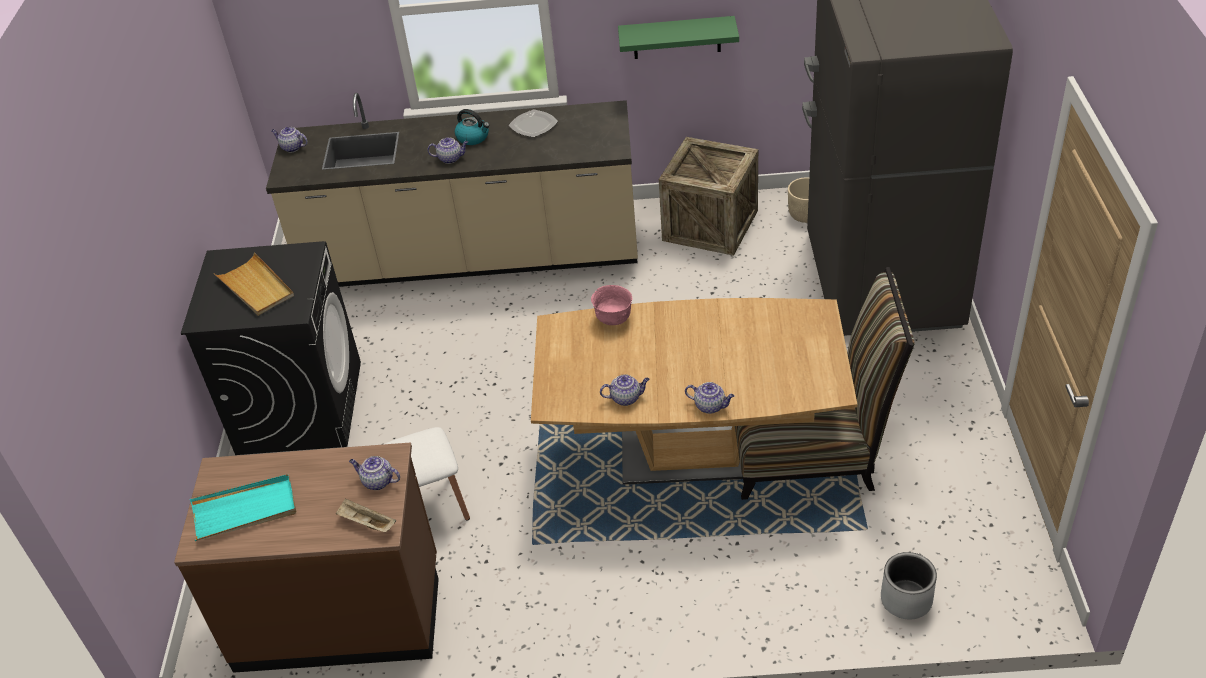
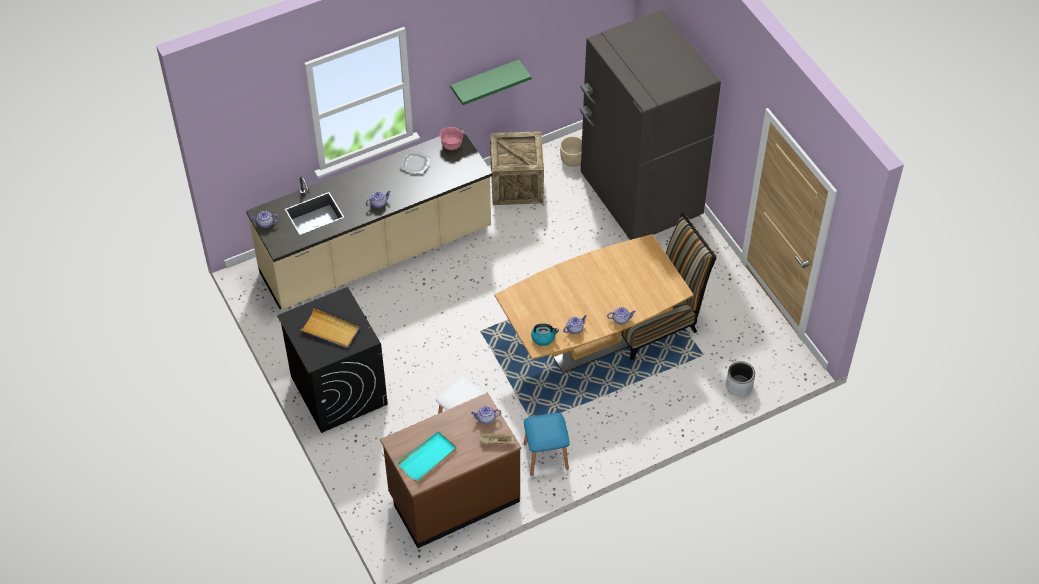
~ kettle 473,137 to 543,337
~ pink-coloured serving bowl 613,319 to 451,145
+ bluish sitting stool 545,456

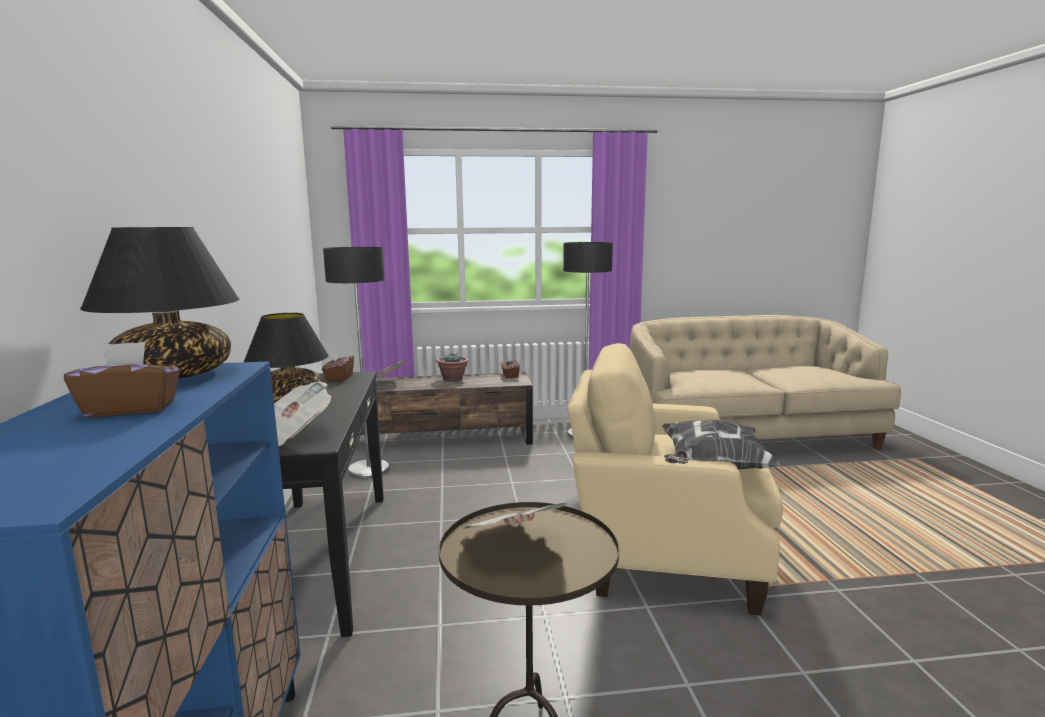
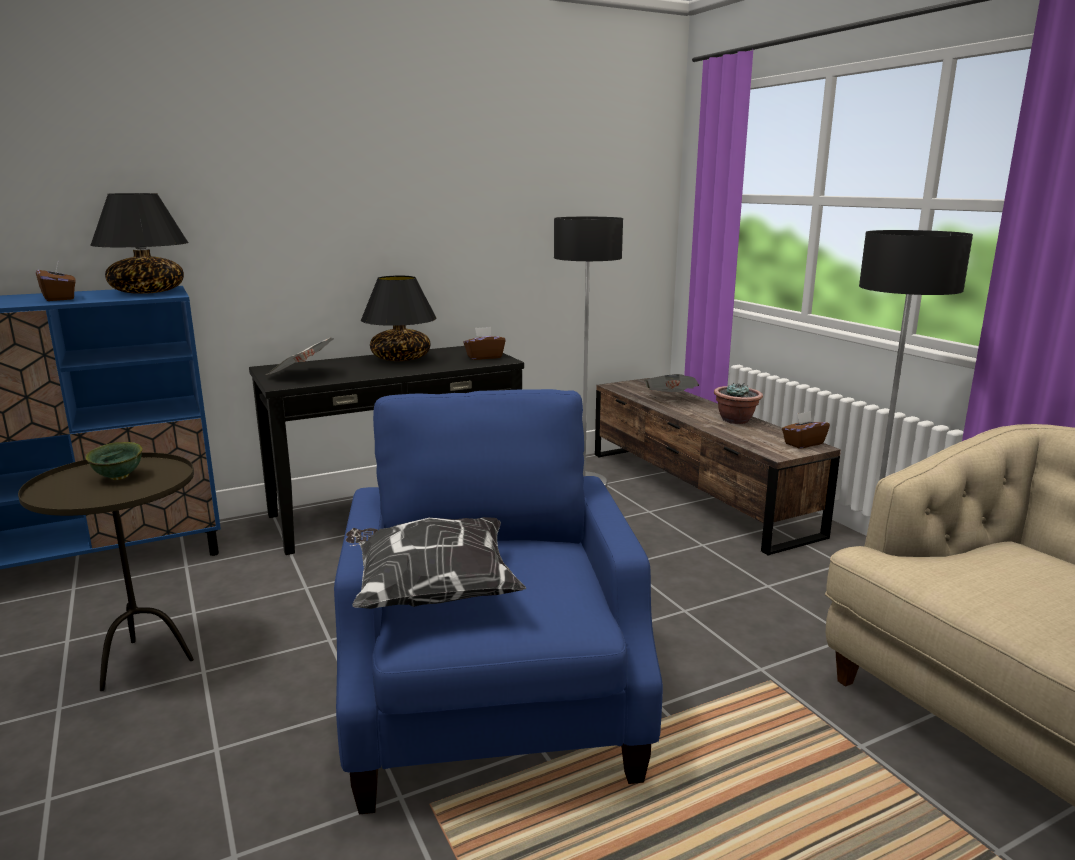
~ printed paper 513,543 to greenish serving bowl 120,477
~ sand-coloured lounge chair 665,554 to bluish lounge chair 493,711

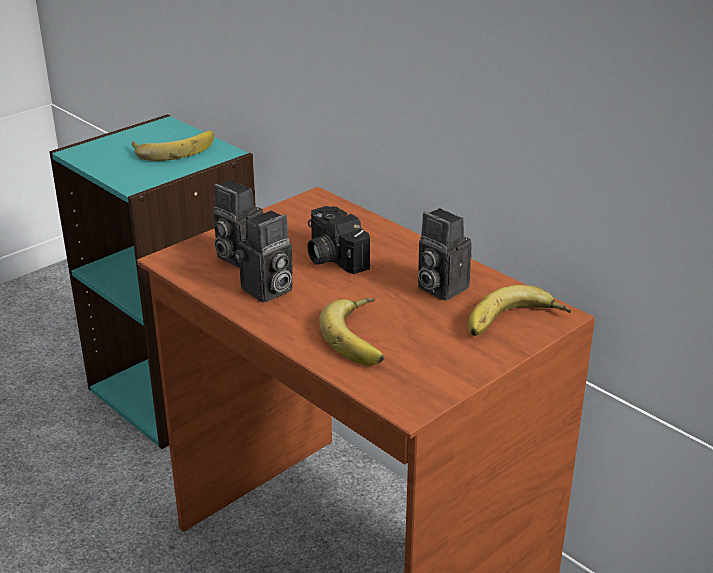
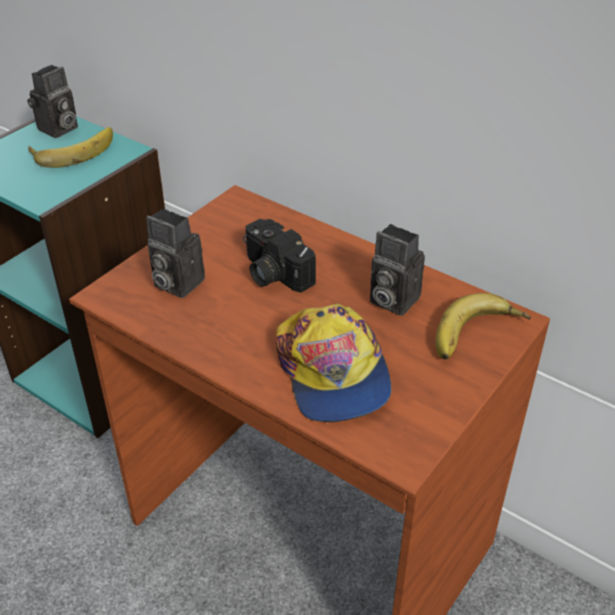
~ photo camera 267,291 to 58,130
~ banana fruit 363,337 to cap 332,373

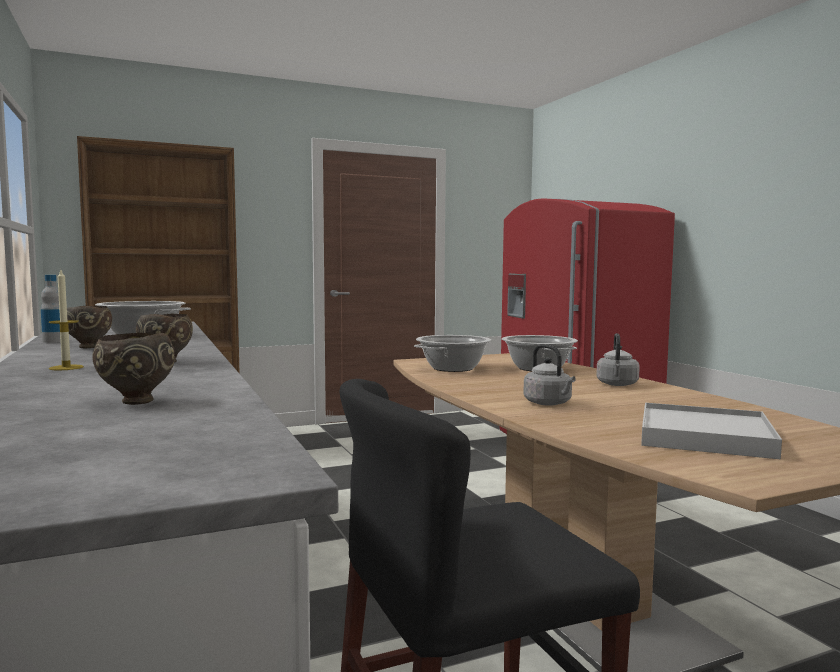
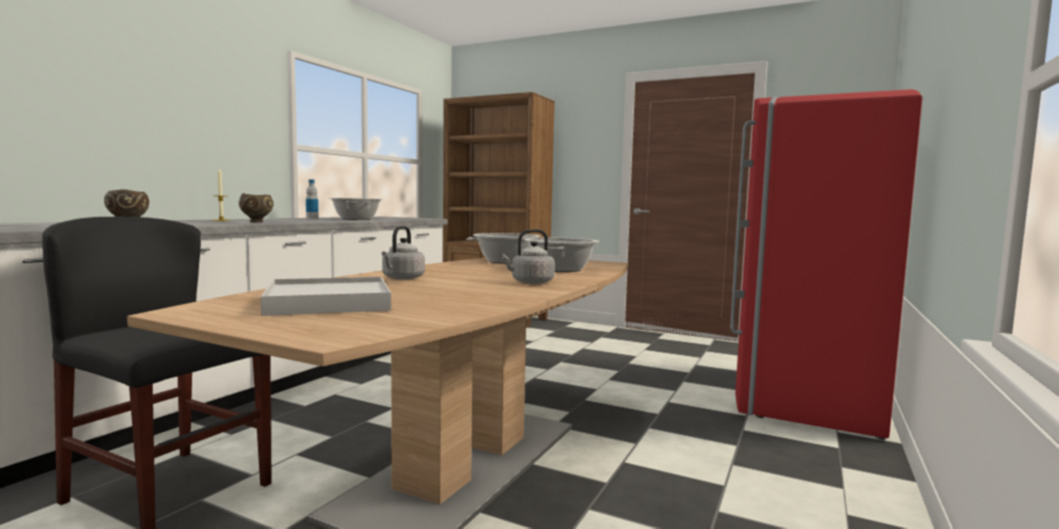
- brownish serving bowl 88,347

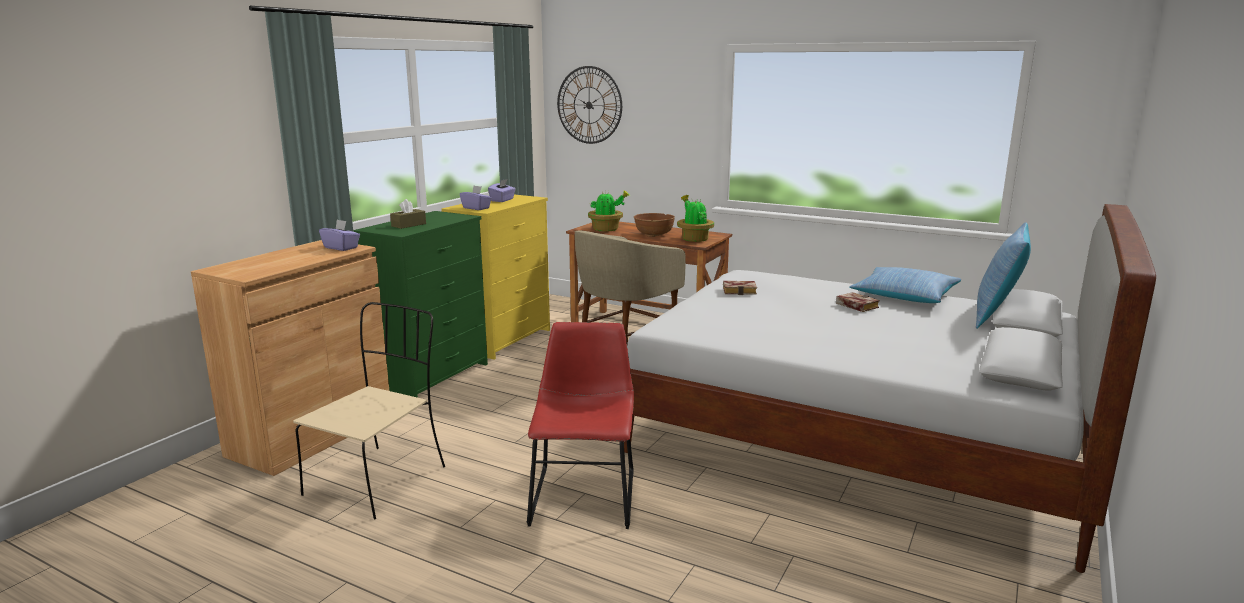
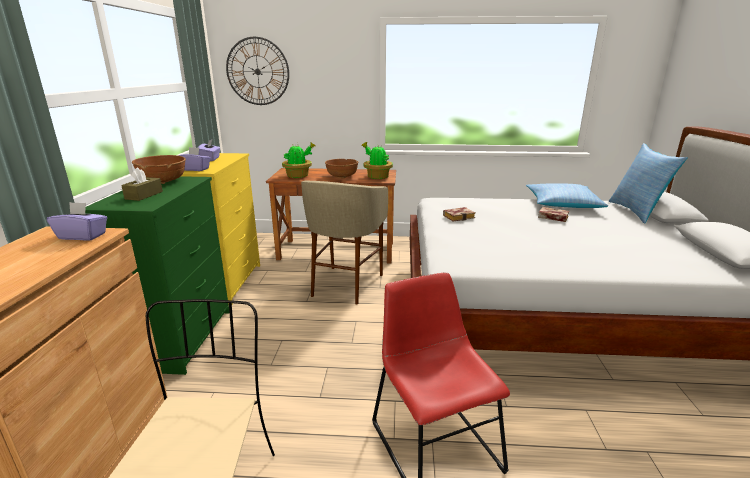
+ brownish serving bowl 163,181

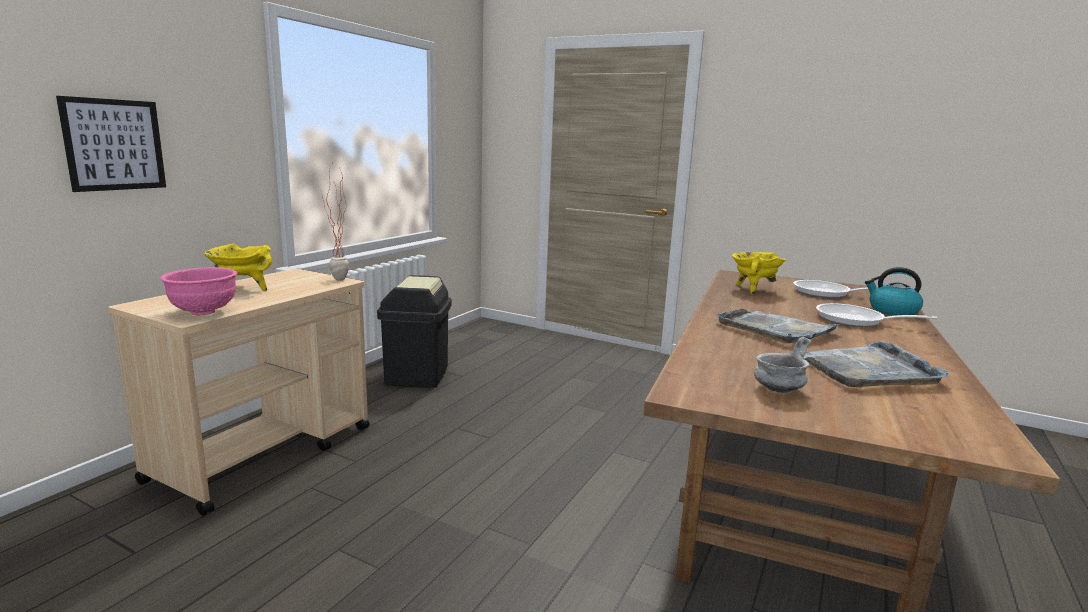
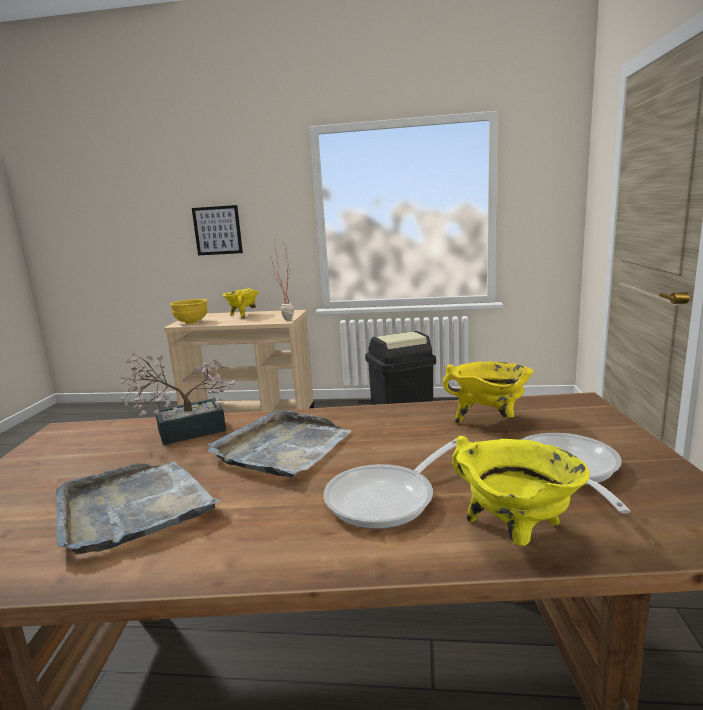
~ pink-coloured serving bowl 203,312 to yellow-coloured serving bowl 192,323
- gray serving bowl 778,389
~ skillet 856,320 = 388,498 135 degrees counterclockwise
~ kettle 892,311 to yellow-coloured saucepot 516,535
+ plant in a pot 183,432

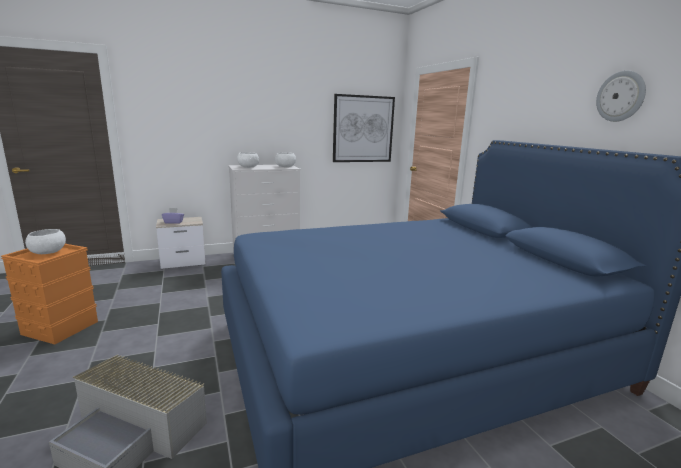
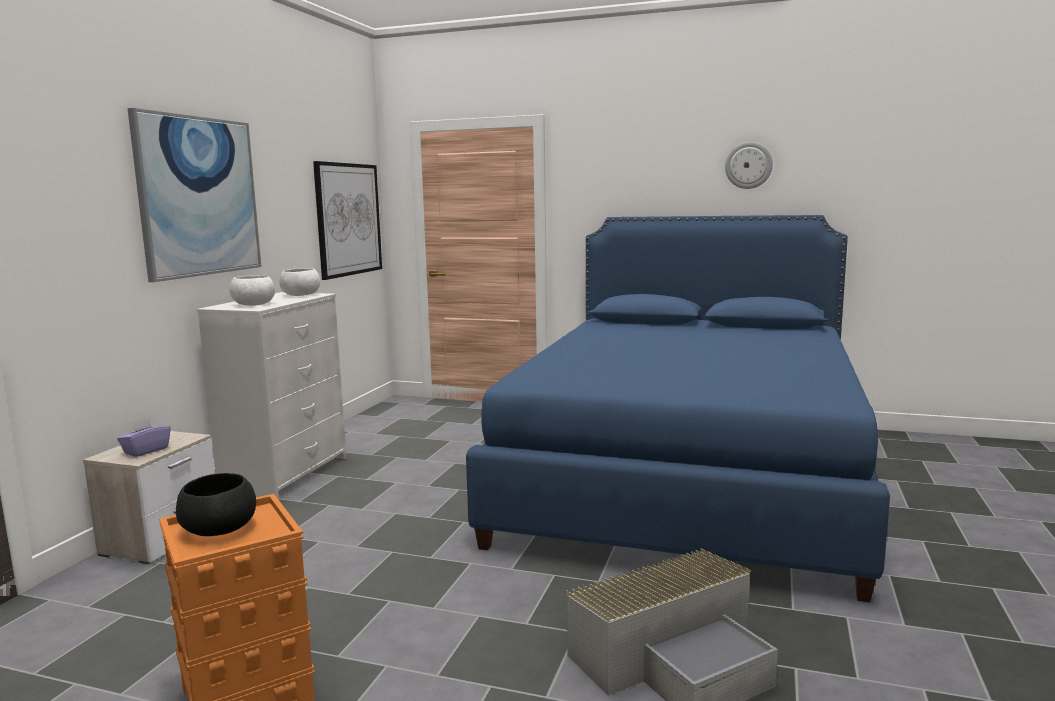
~ white-coloured serving bowl 48,252 to black serving bowl 218,529
+ wall picture 199,196

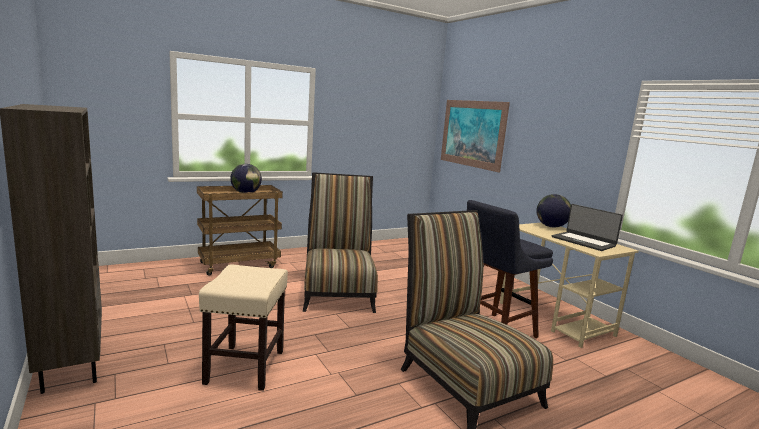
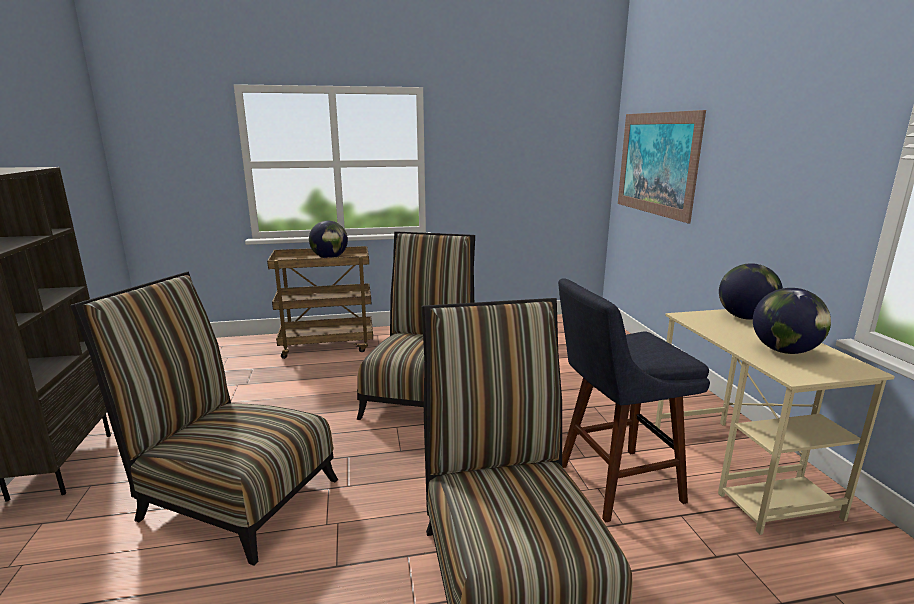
~ sand-coloured sitting stool 245,366 to plain chair 232,495
~ portable computer 583,241 to desk globe 784,351

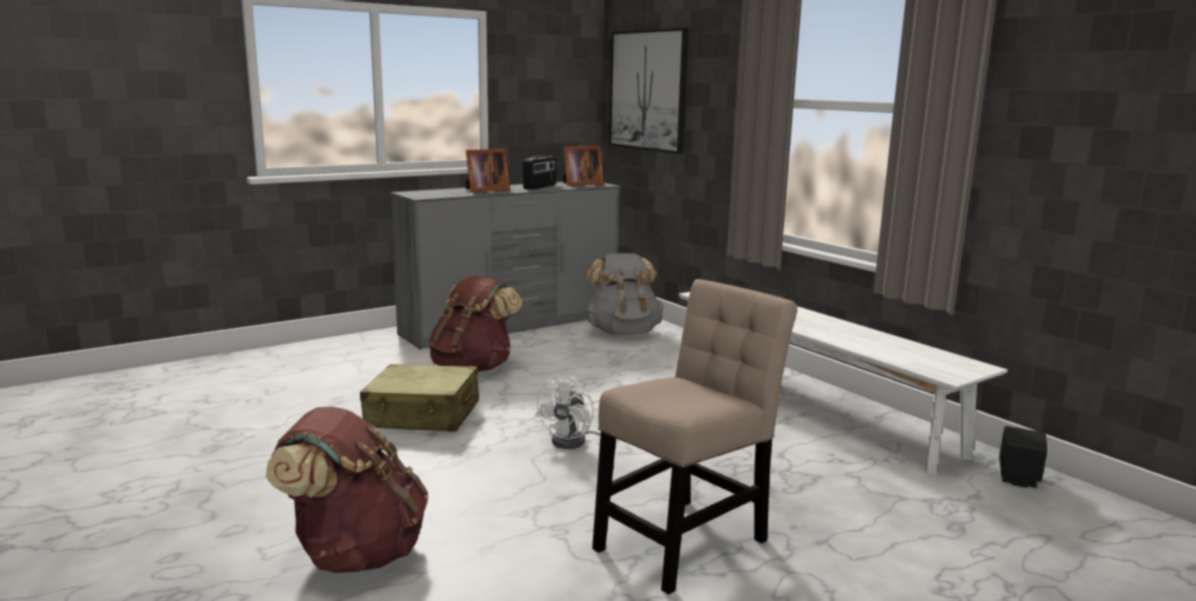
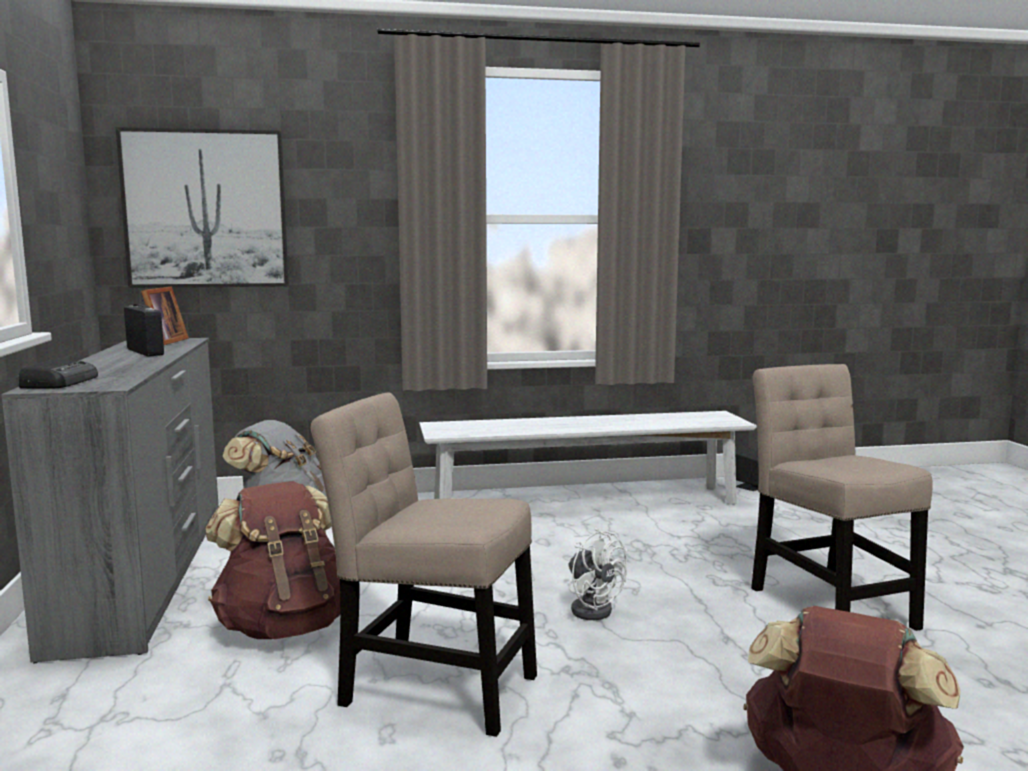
~ sand-coloured suitcase 423,415 to sand-coloured plain chair 431,686
- standing frame 485,190
+ radio 60,382

